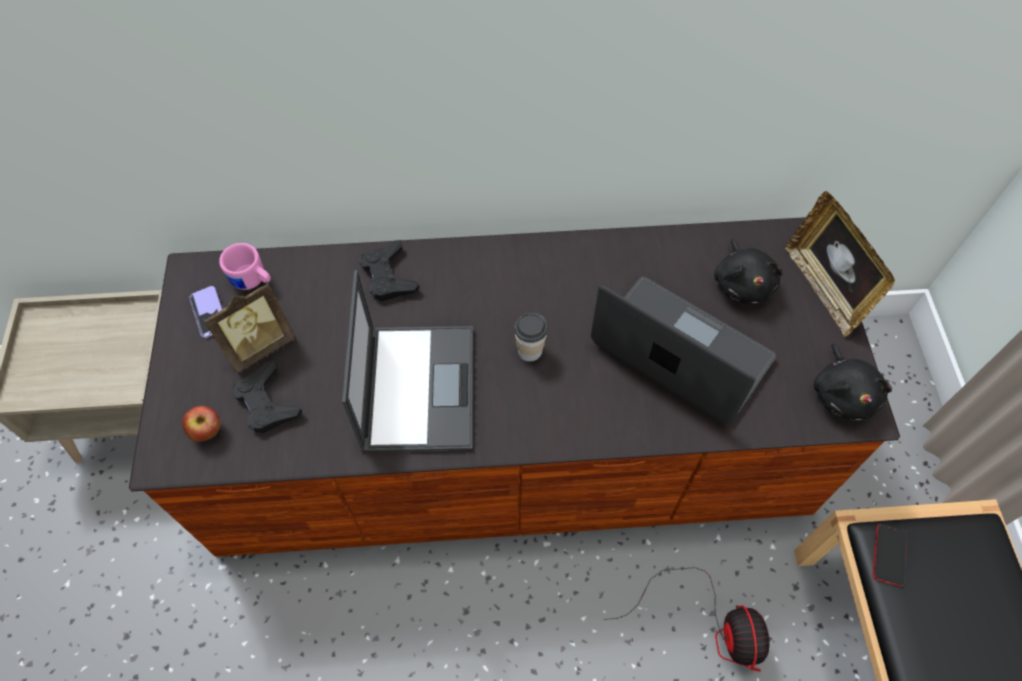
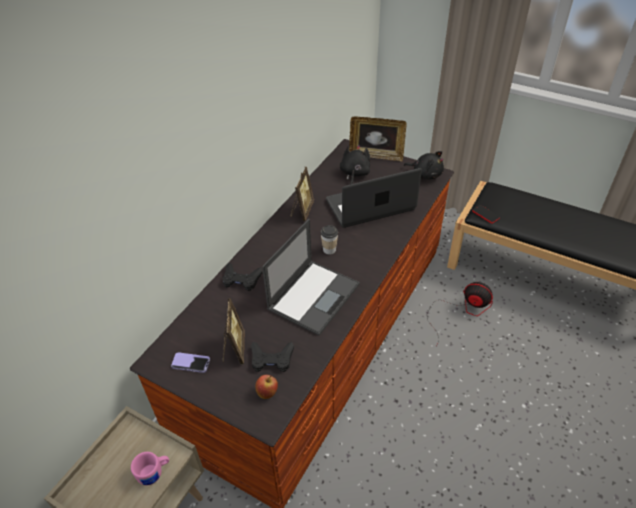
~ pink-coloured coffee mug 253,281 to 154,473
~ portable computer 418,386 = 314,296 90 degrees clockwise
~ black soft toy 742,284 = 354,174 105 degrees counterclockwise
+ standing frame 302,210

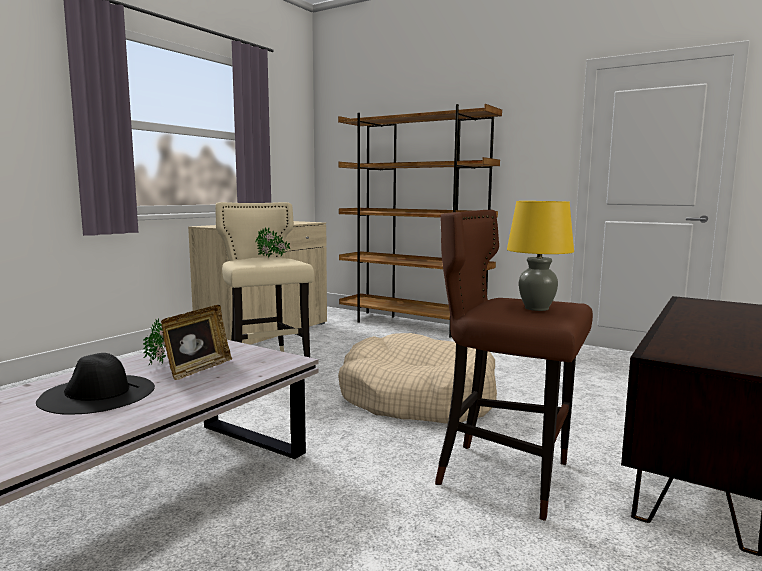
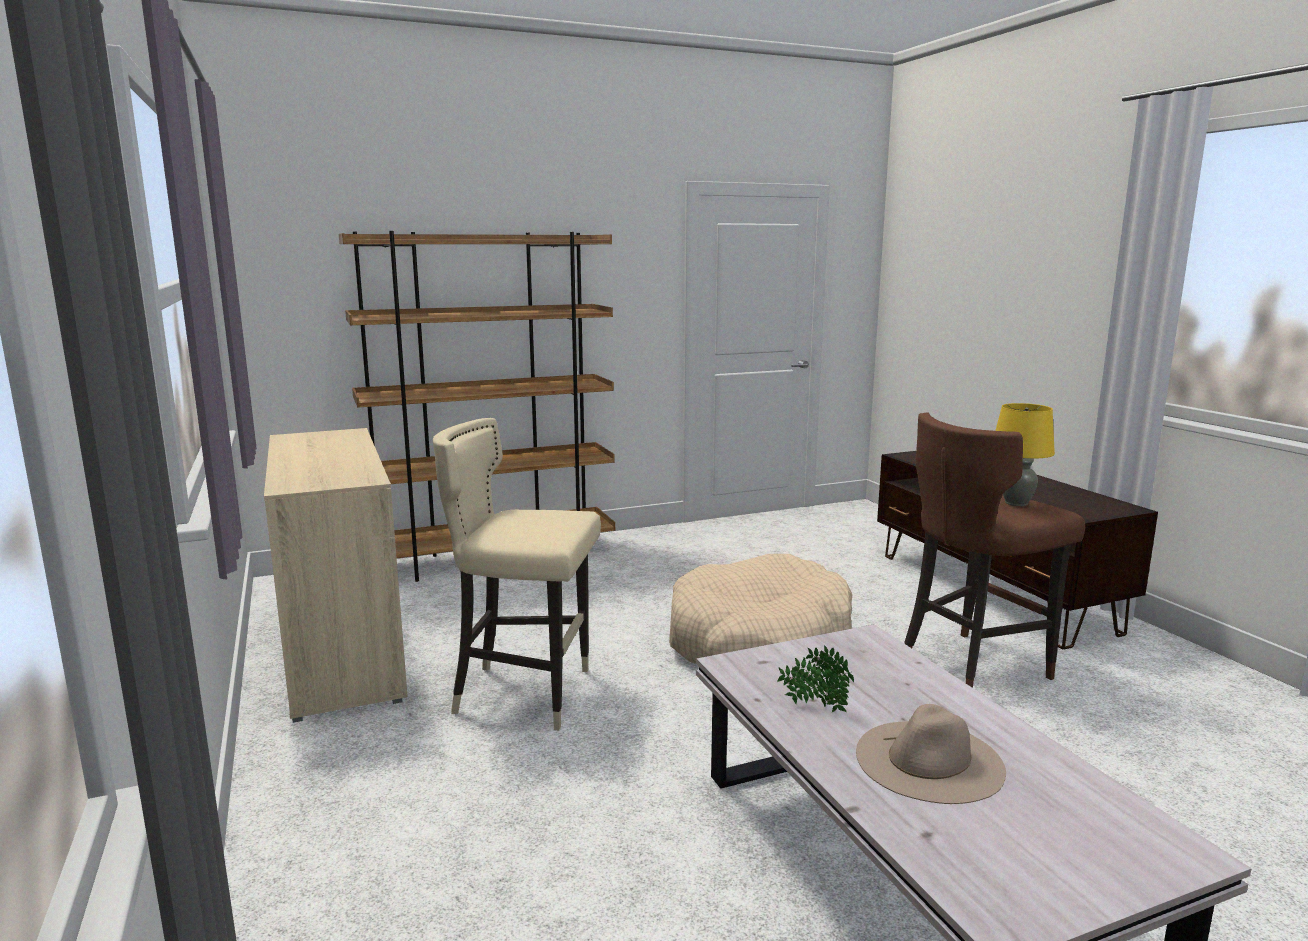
~ black clothing hat 97,393 to sand-coloured clothing hat 929,760
- standing frame 198,369
- plant in a pot 272,257

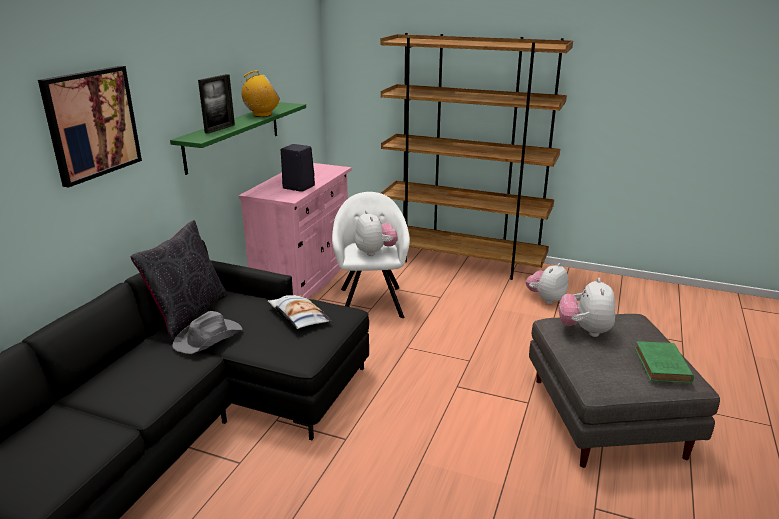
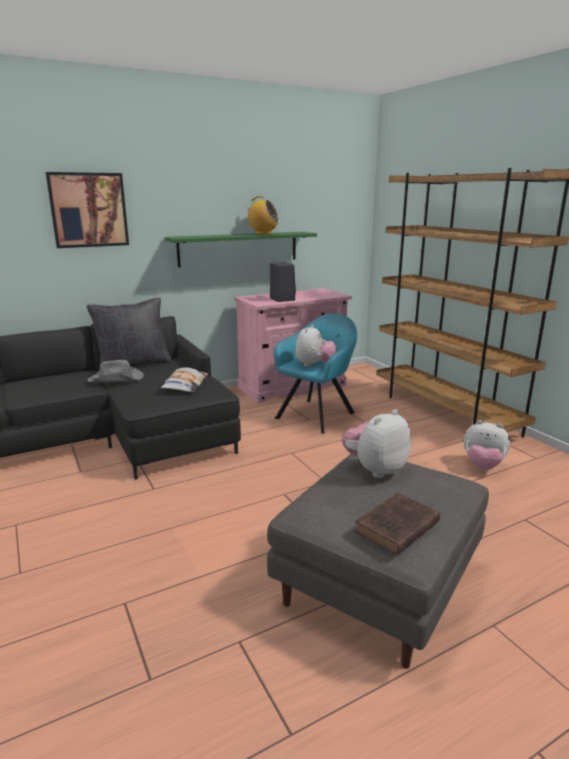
- standing frame 220,129
~ white-coloured lounge chair 371,300 to turquoise lounge chair 317,414
~ soft toy 546,299 = 483,466 150 degrees counterclockwise
~ greenish bound book 662,366 to brownish bound book 395,528

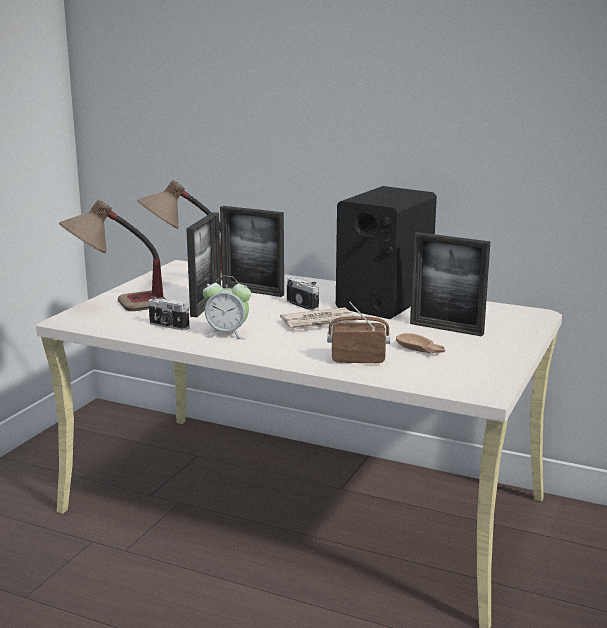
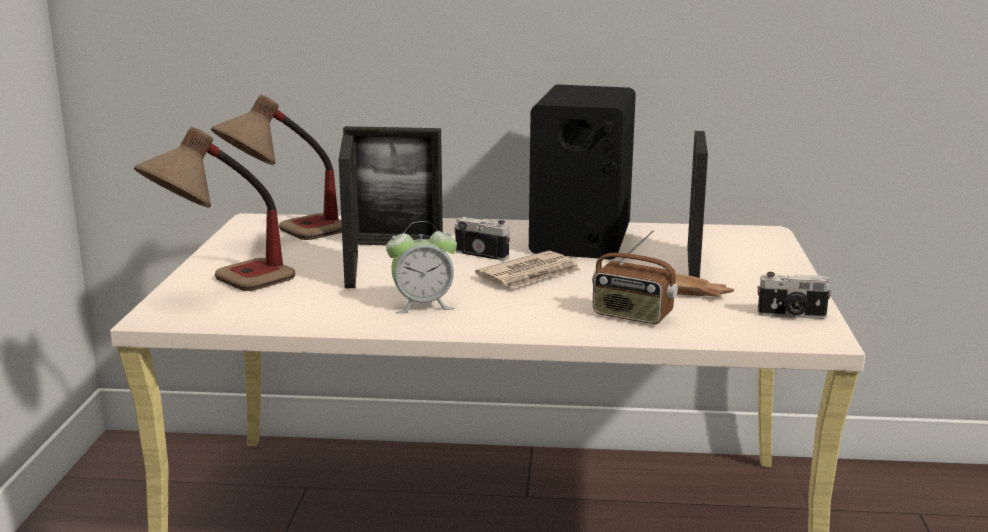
~ photo camera 168,326 to 792,315
~ radio 358,359 = 632,316 135 degrees counterclockwise
~ standing frame 446,329 = 693,263 90 degrees counterclockwise

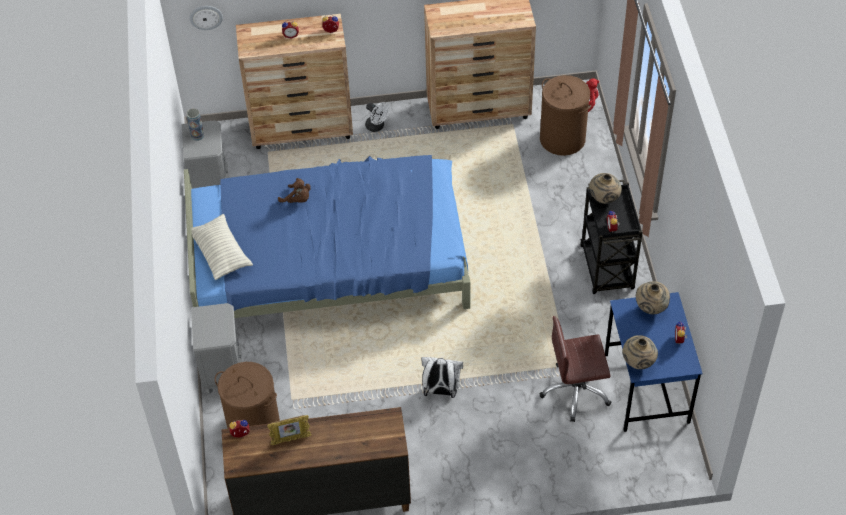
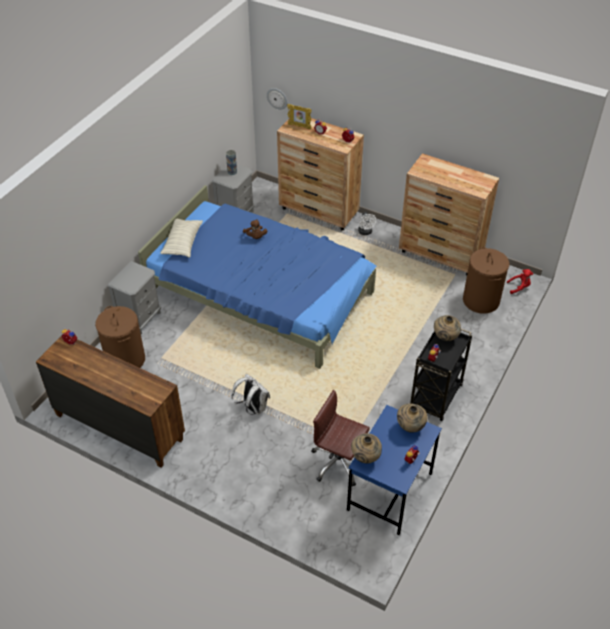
~ standing frame 291,439 to 299,126

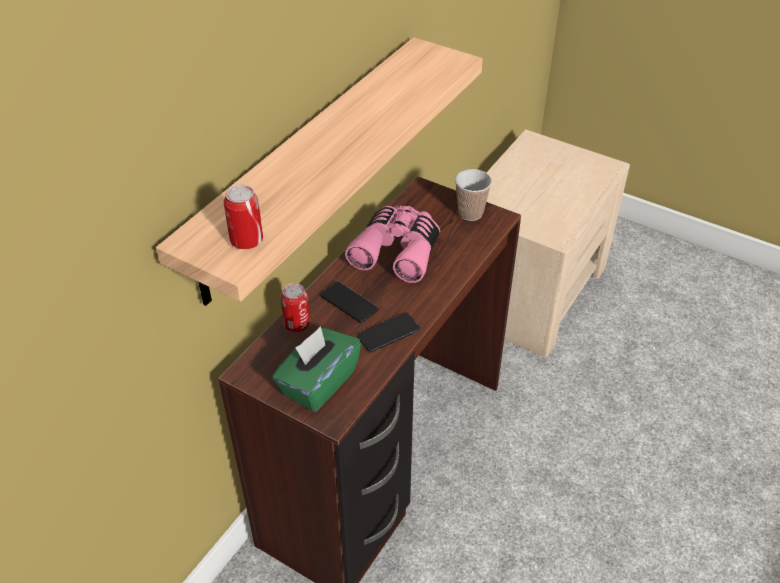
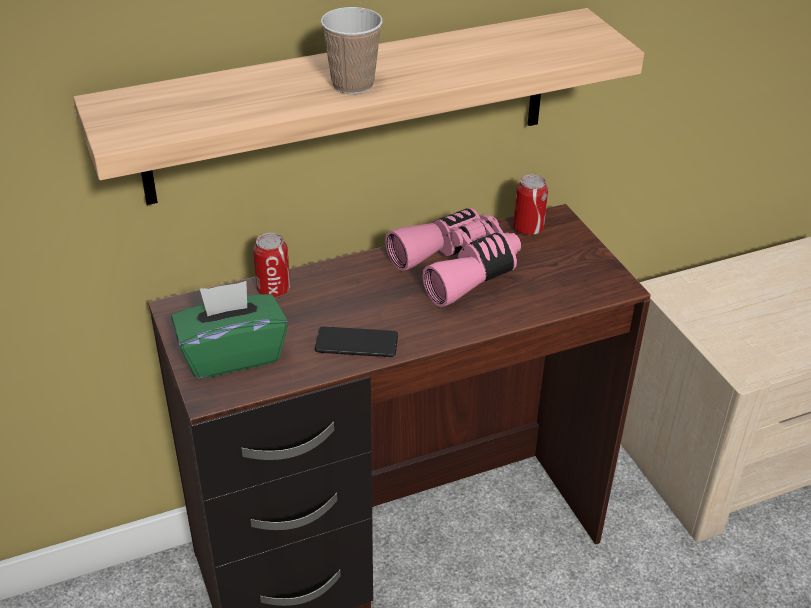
~ metal can 246,241 to 528,228
- telephone 349,303
~ drinking cup 470,213 to 353,85

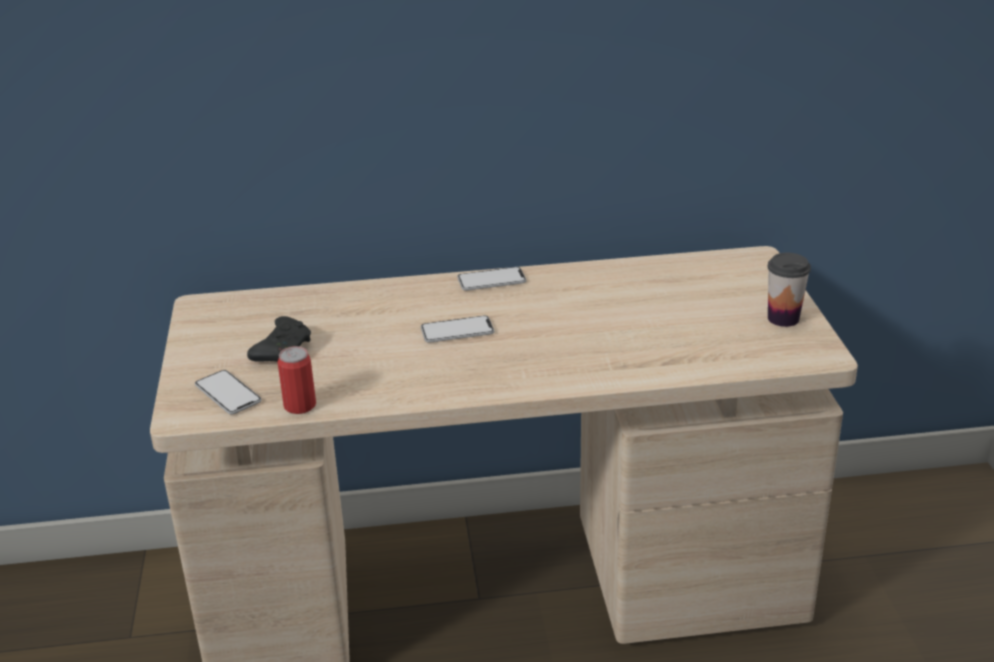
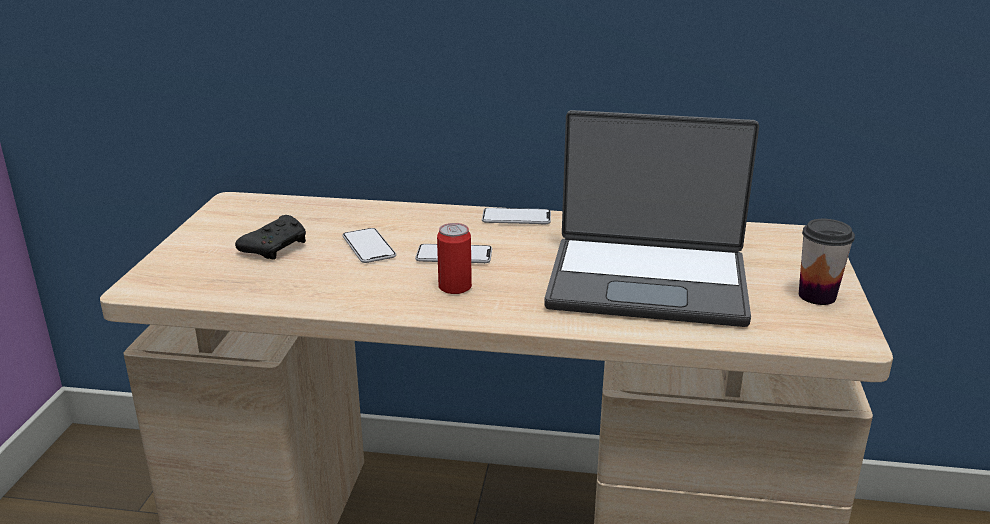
~ telephone 228,393 to 368,247
~ metal can 300,405 to 455,287
+ portable computer 648,282

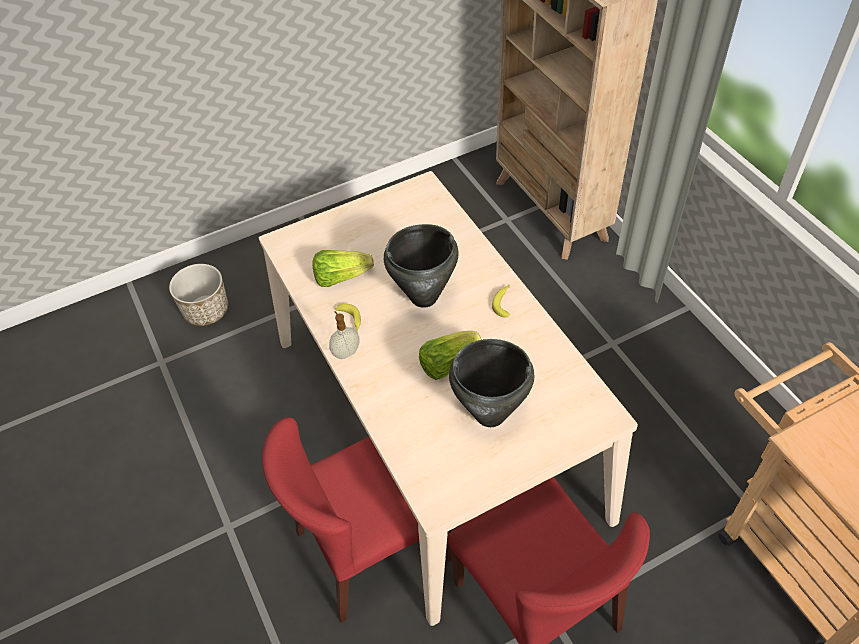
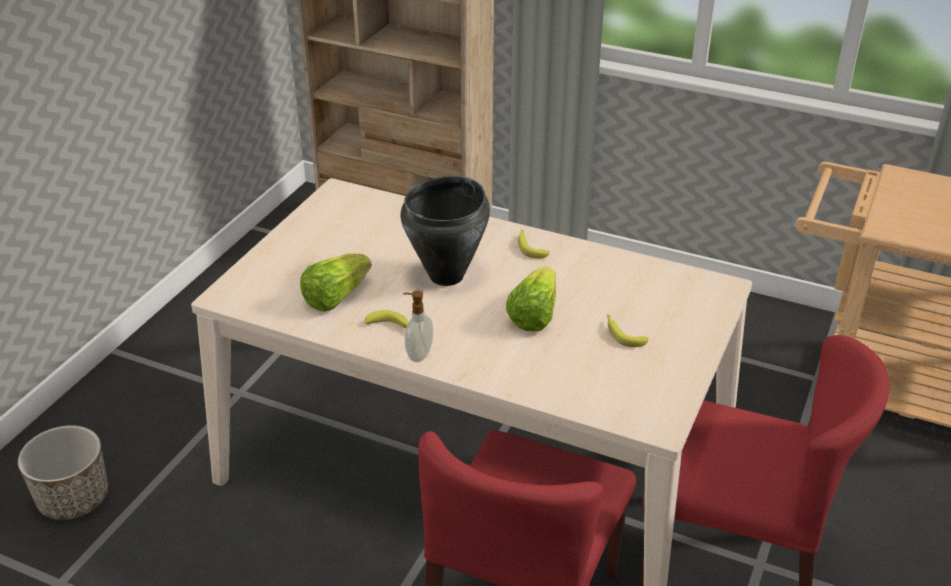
~ black saucepot 490,415 to banana fruit 623,334

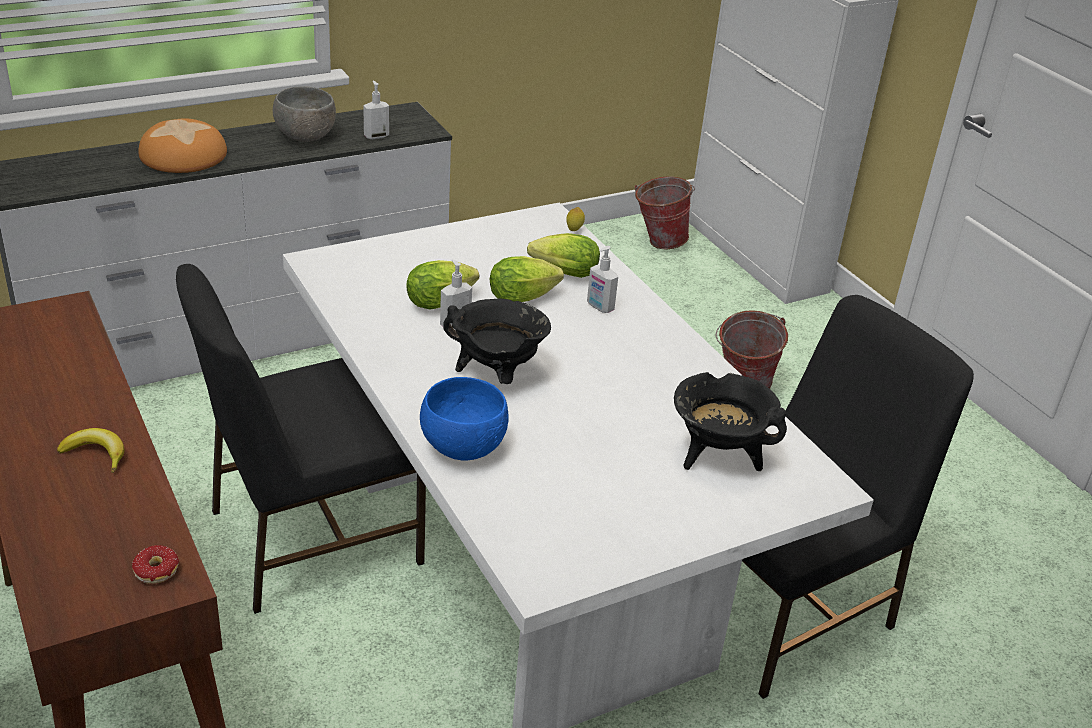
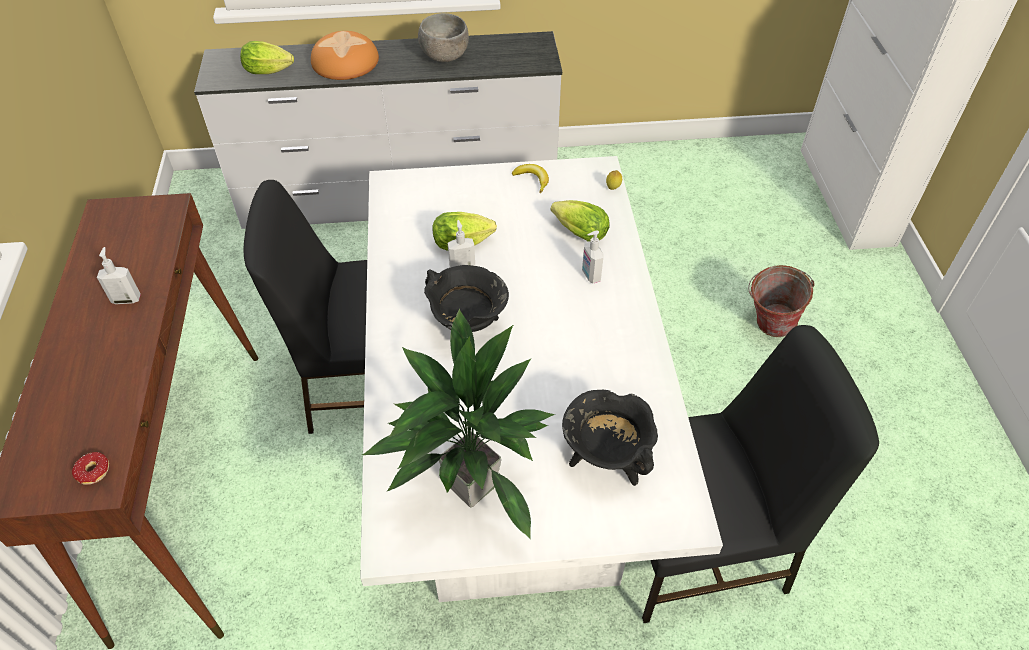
~ banana fruit 96,454 to 532,180
~ soap dispenser 376,136 to 126,299
- bluish serving bowl 463,449
~ lettuce head 526,297 to 271,71
- bucket 658,241
+ plant in a pot 469,488

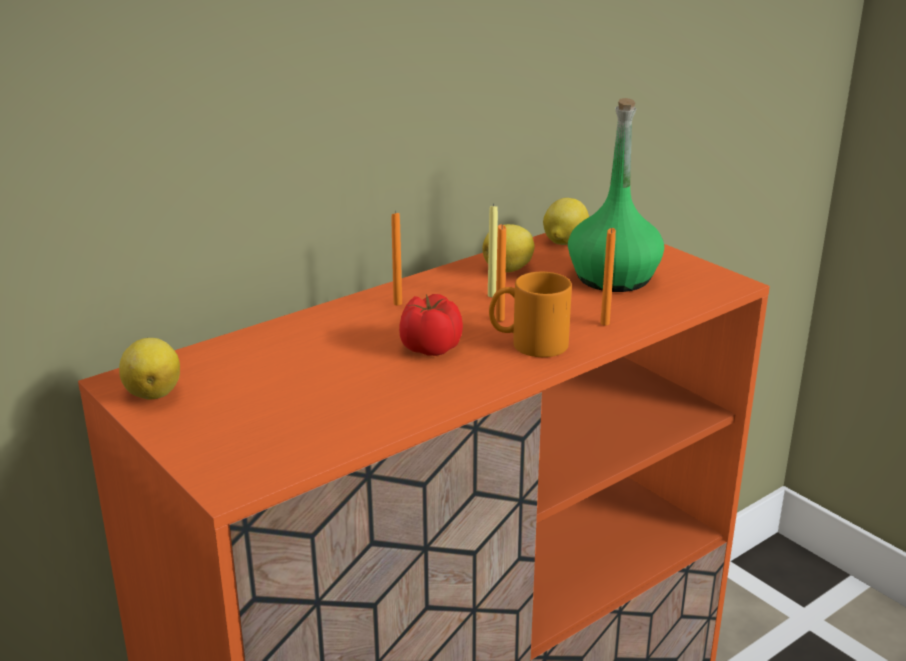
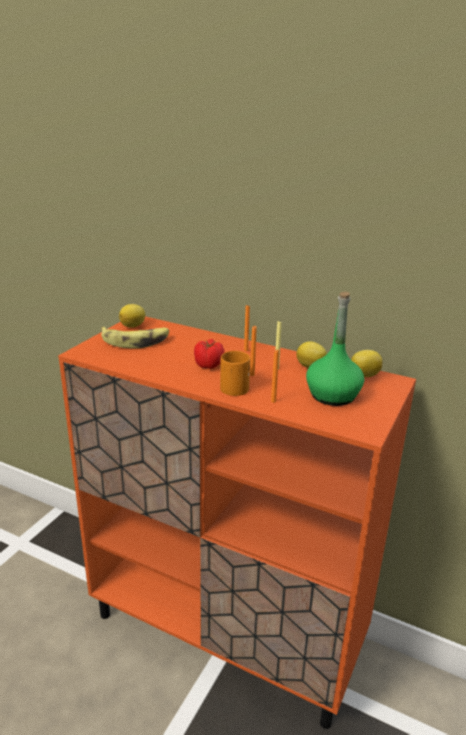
+ banana fruit 136,341

